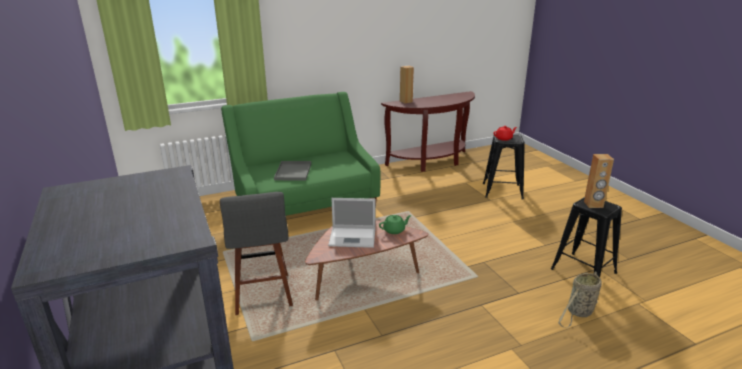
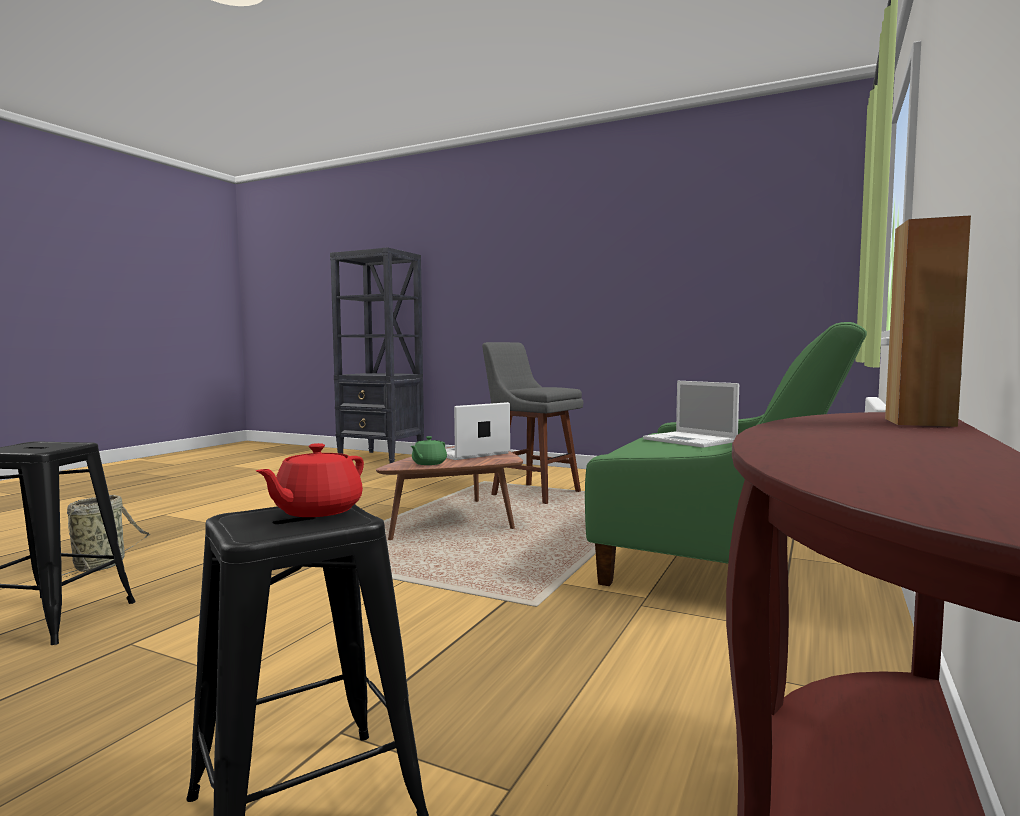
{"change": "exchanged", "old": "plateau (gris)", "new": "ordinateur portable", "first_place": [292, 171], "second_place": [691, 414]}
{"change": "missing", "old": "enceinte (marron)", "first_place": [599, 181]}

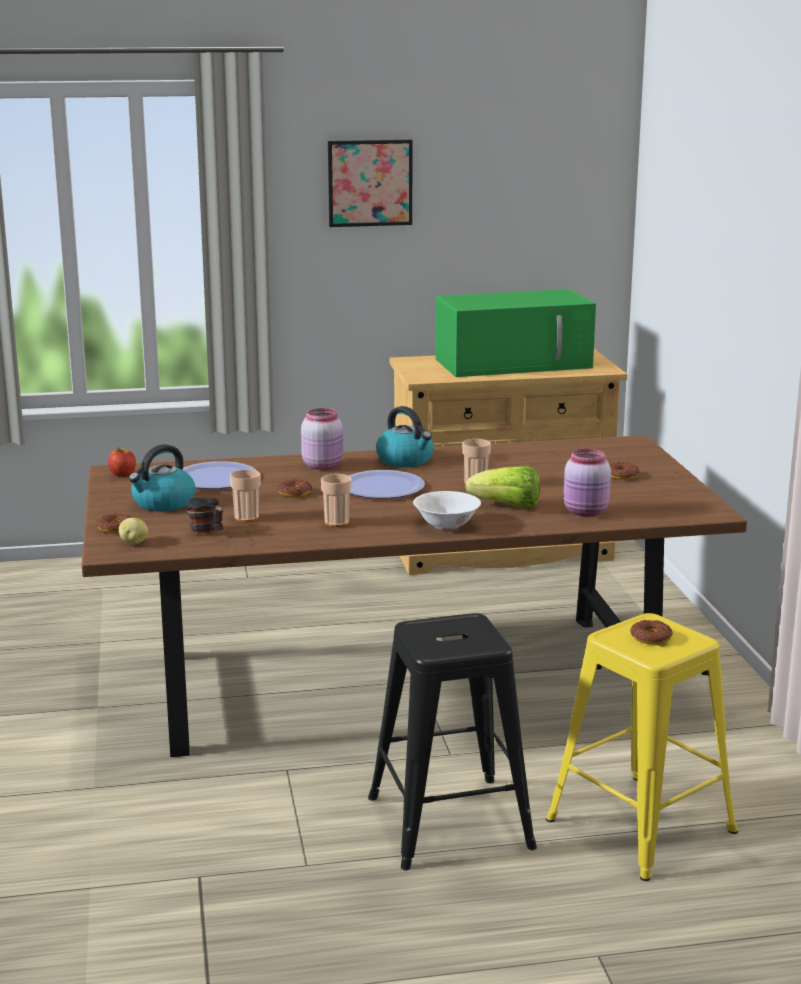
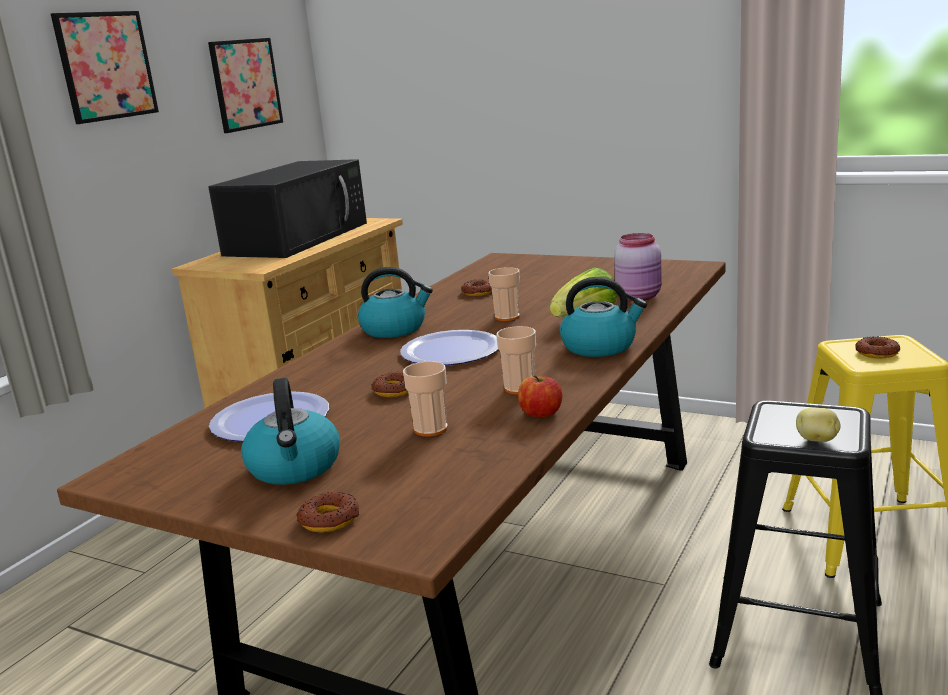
{"change": "relocated", "old": "pomme", "first_place": [122, 462], "second_place": [540, 396]}
{"change": "relocated", "old": "pomme de terre", "first_place": [133, 531], "second_place": [818, 425]}
{"change": "missing", "old": "mug", "first_place": [204, 516]}
{"change": "missing", "old": "bocal (rose)", "first_place": [322, 439]}
{"change": "exchanged", "old": "bol (blanc)", "new": "bouilloire", "first_place": [447, 510], "second_place": [603, 317]}
{"change": "colour", "old": "micro-ondes (vert)", "new": "micro-ondes (noir)", "first_place": [516, 333], "second_place": [287, 208]}
{"change": "relocated", "old": "beignet", "first_place": [624, 471], "second_place": [476, 287]}
{"change": "appeared", "new": "tableau", "second_place": [245, 85]}

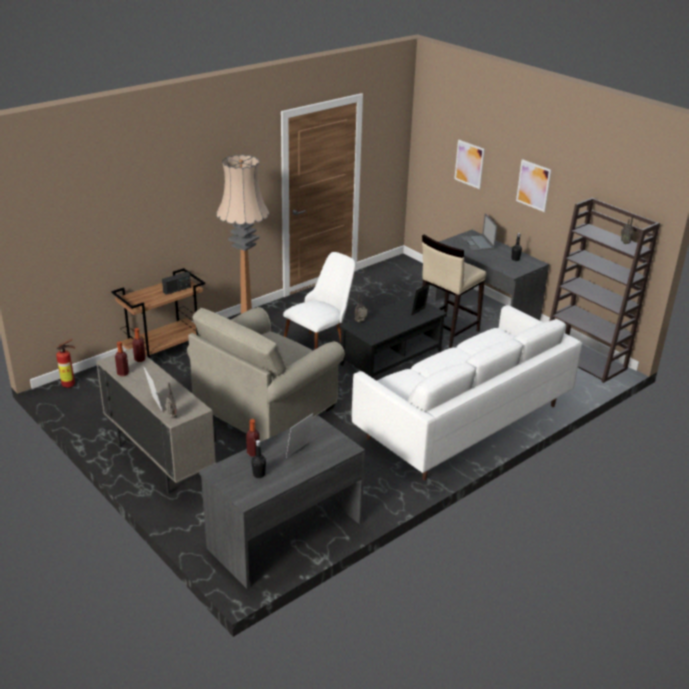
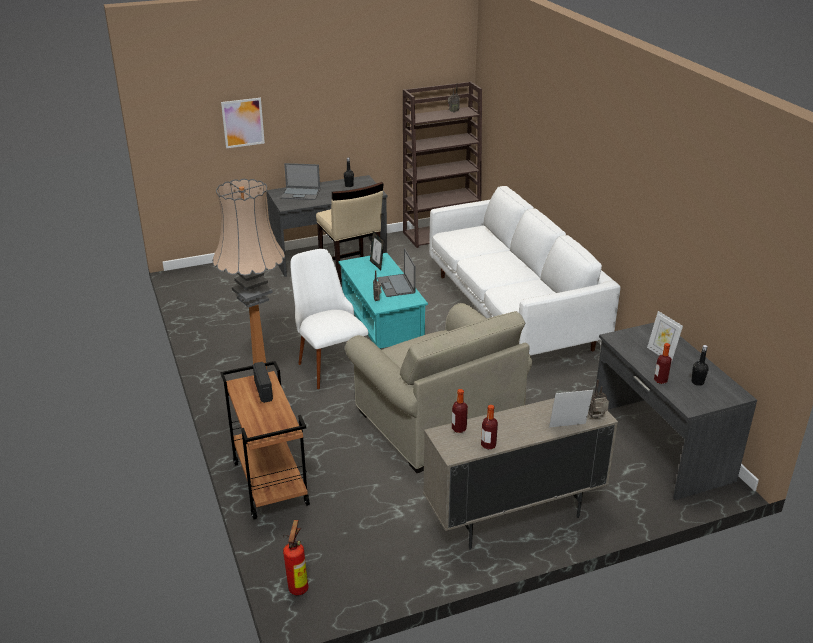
{"change": "colour", "old": "table basse (noir)", "new": "table basse (turquoise)", "first_place": [393, 336], "second_place": [383, 301]}
{"change": "missing", "old": "tableau", "first_place": [534, 185]}
{"change": "appeared", "new": "ordinateur portable", "second_place": [396, 272]}

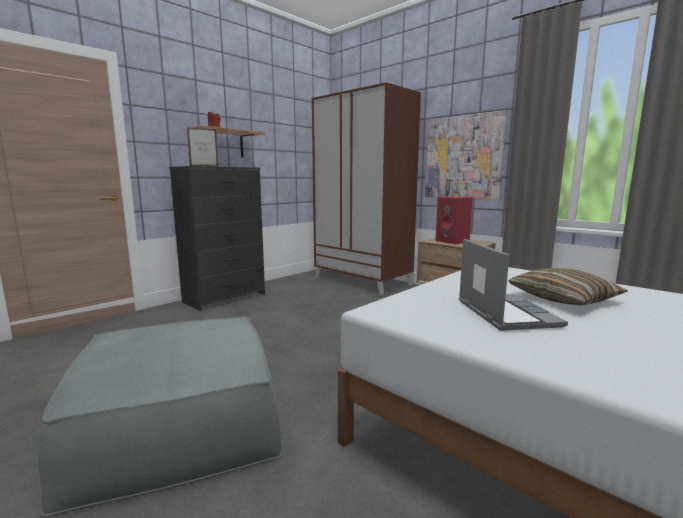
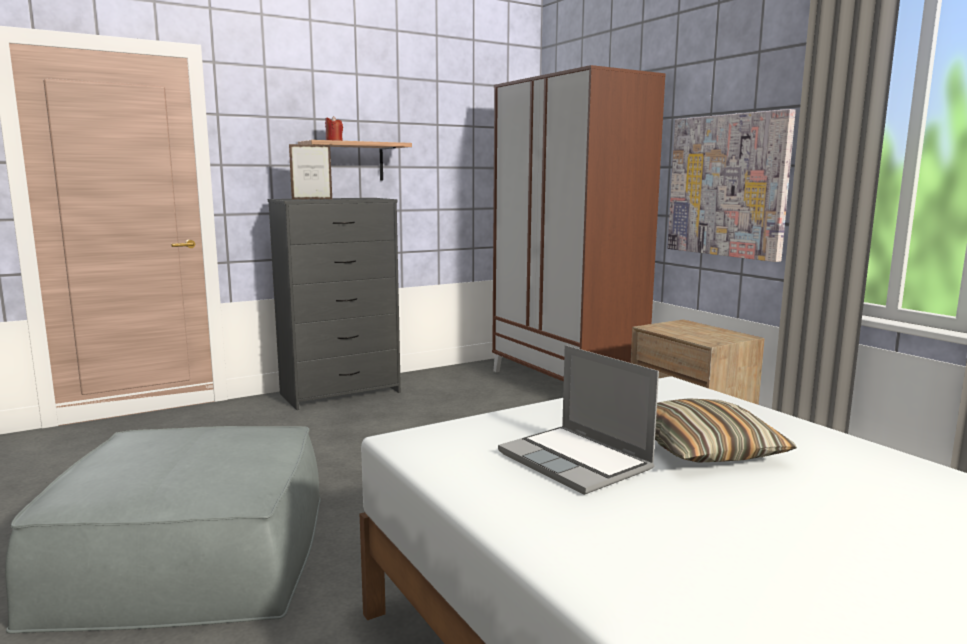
{"change": "missing", "old": "enceinte (rouge)", "first_place": [454, 220]}
{"change": "spun", "old": "ordinateur portable", "first_place": [513, 285], "second_place": [578, 420], "degrees": 135}

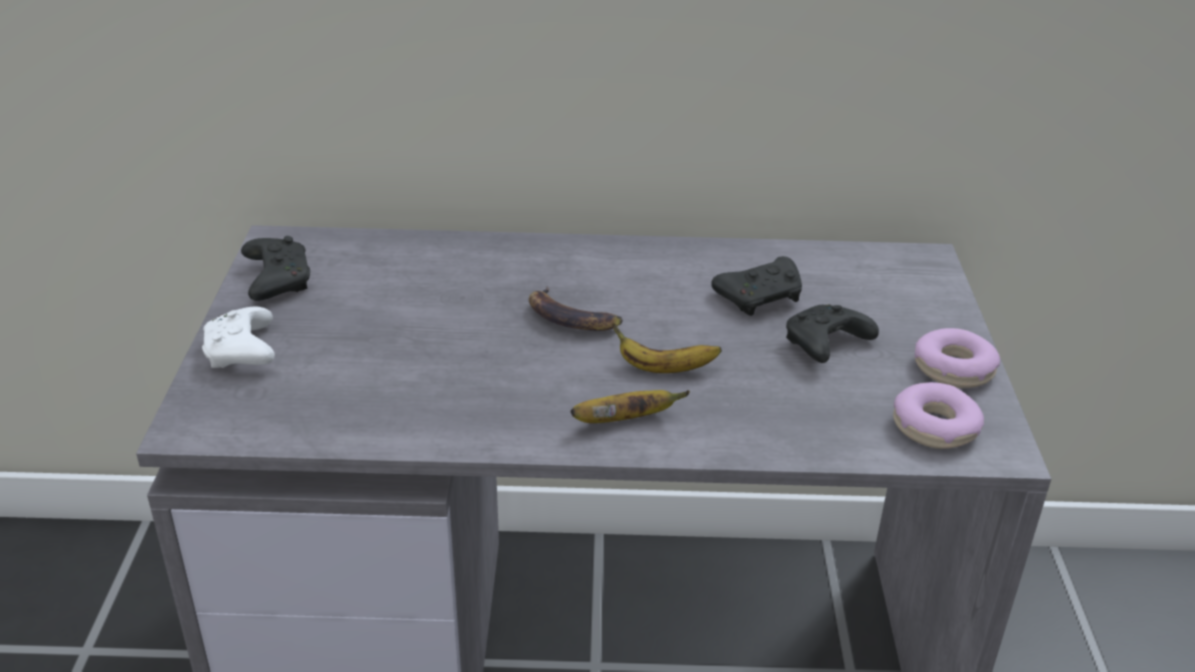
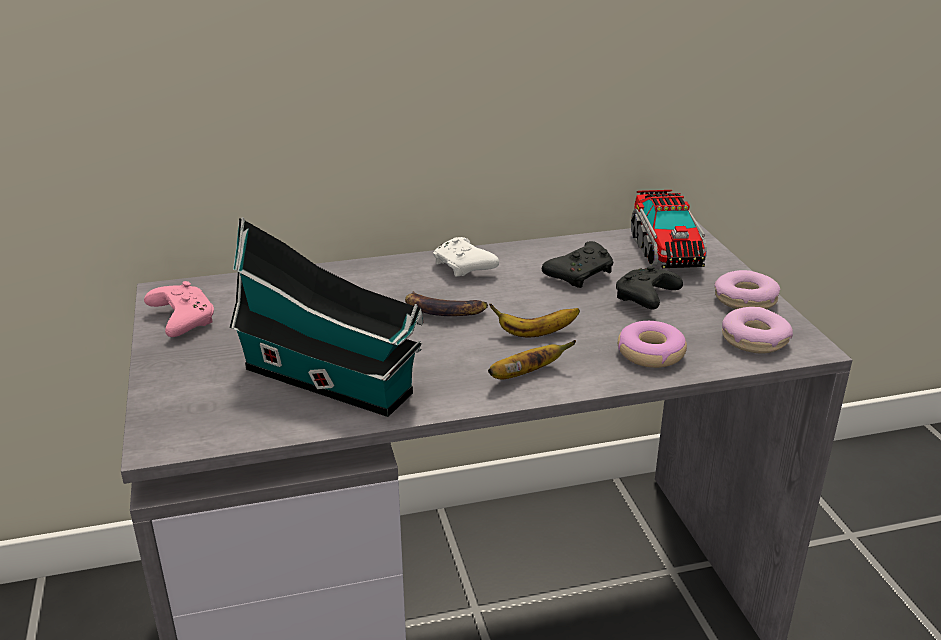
{"change": "relocated", "old": "manette (blanc)", "first_place": [238, 337], "second_place": [466, 257]}
{"change": "colour", "old": "manette (noir)", "new": "manette (rose)", "first_place": [275, 268], "second_place": [179, 309]}
{"change": "appeared", "new": "maison miniature", "second_place": [326, 317]}
{"change": "appeared", "new": "beignet", "second_place": [652, 344]}
{"change": "appeared", "new": "camion jouet", "second_place": [669, 229]}

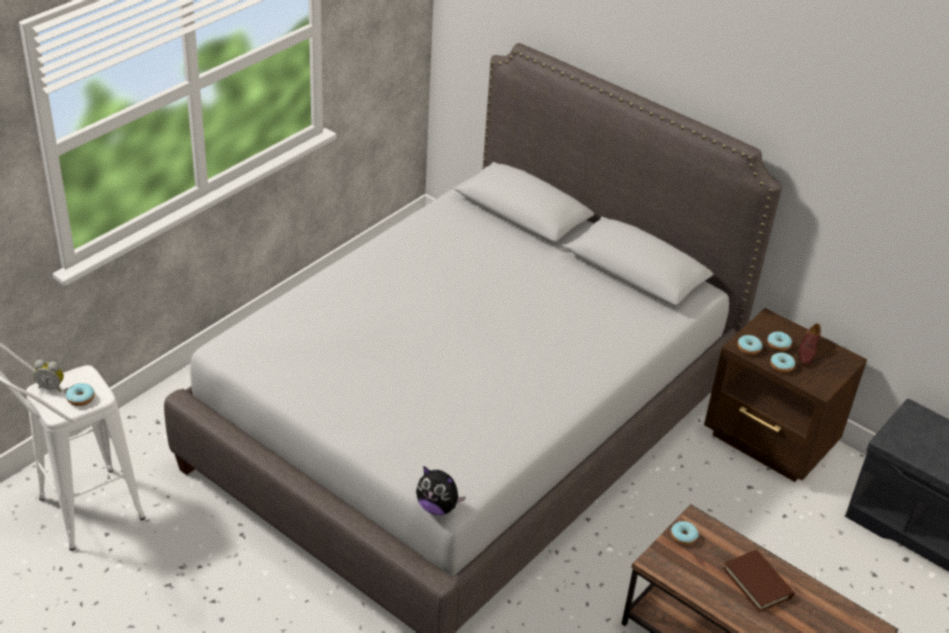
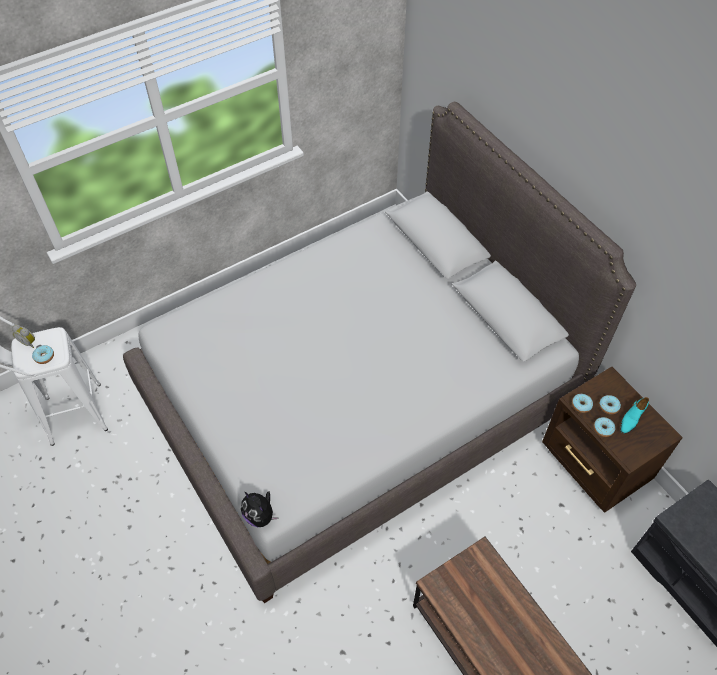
{"change": "missing", "old": "beignet", "first_place": [685, 533]}
{"change": "missing", "old": "livre (marron)", "first_place": [758, 580]}
{"change": "colour", "old": "chaussure (marron)", "new": "chaussure (turquoise)", "first_place": [809, 344], "second_place": [634, 415]}

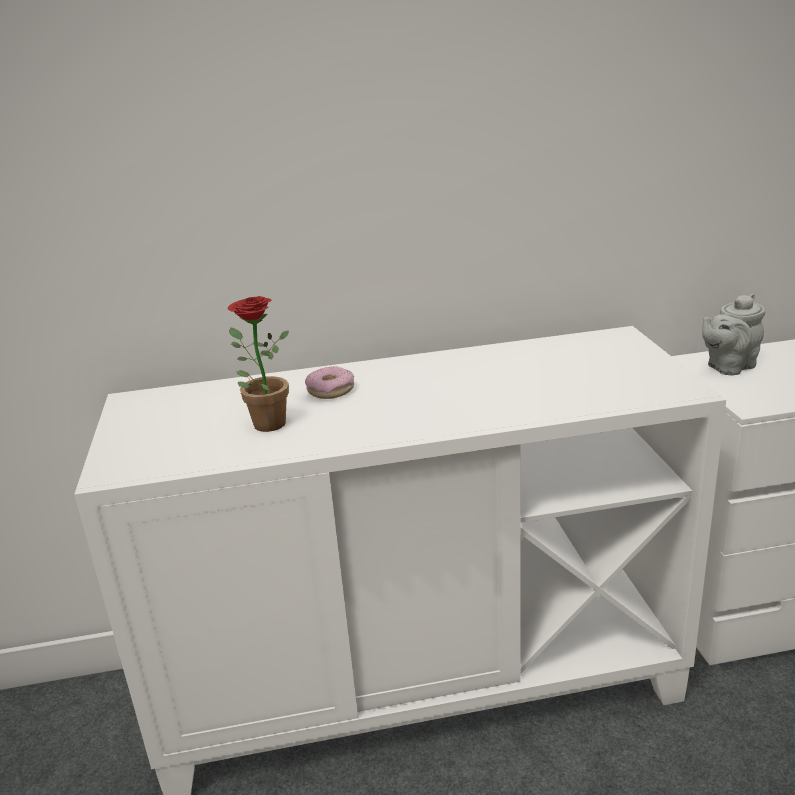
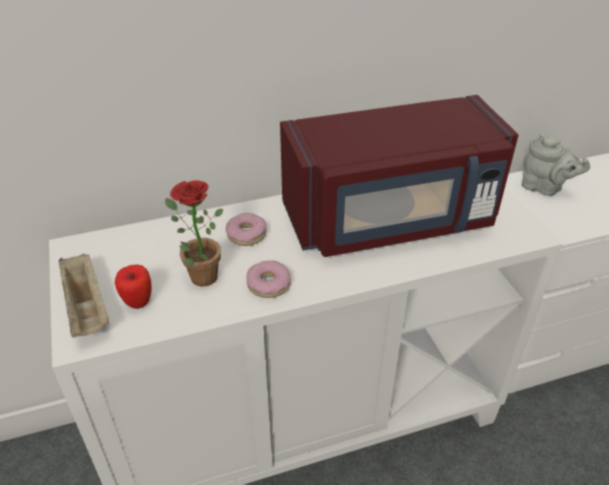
{"change": "spun", "old": "théière (gris)", "first_place": [733, 334], "second_place": [556, 165], "degrees": -105}
{"change": "appeared", "new": "plateau (beige)", "second_place": [84, 295]}
{"change": "appeared", "new": "pomme", "second_place": [133, 287]}
{"change": "appeared", "new": "beignet", "second_place": [268, 279]}
{"change": "appeared", "new": "micro-ondes (rouge)", "second_place": [399, 176]}

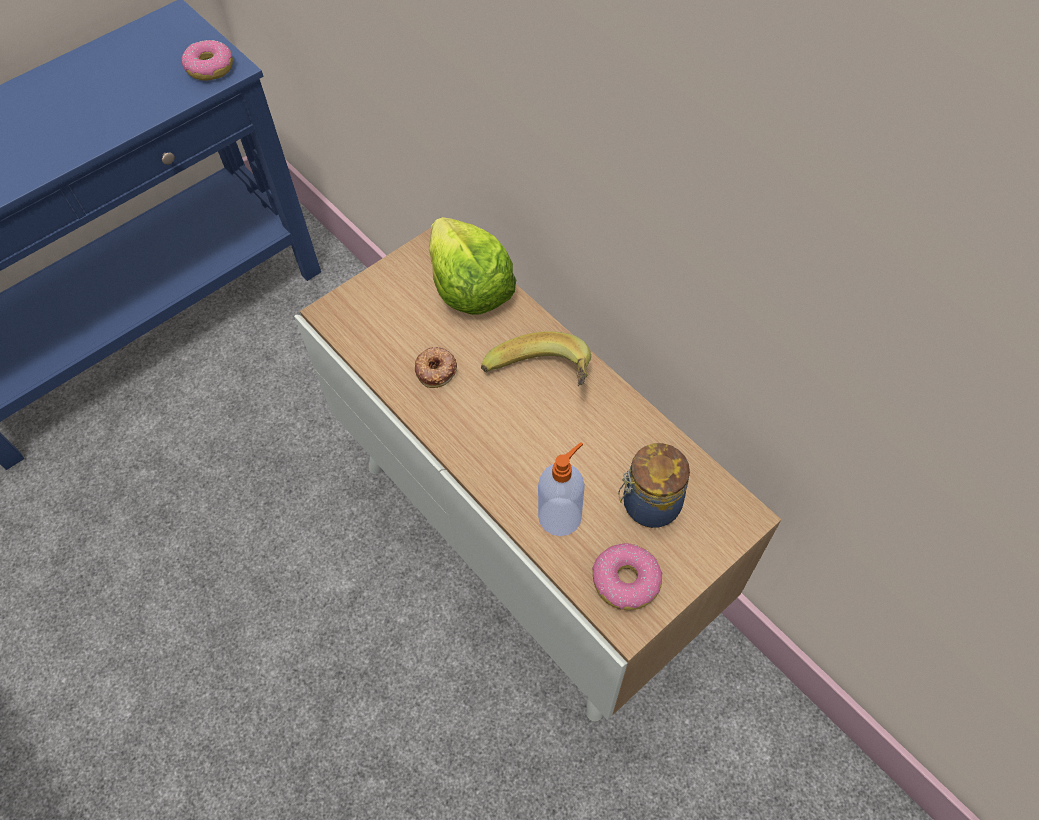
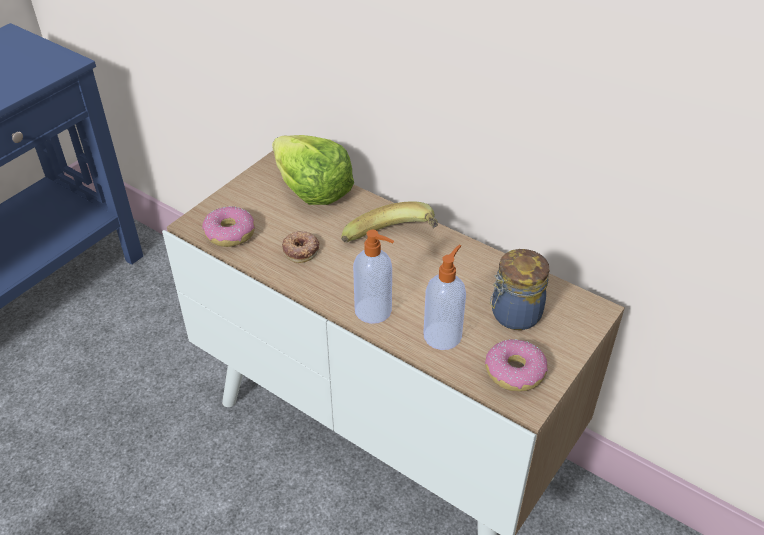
{"change": "relocated", "old": "beignet", "first_place": [207, 60], "second_place": [228, 226]}
{"change": "appeared", "new": "distributeur de savon", "second_place": [373, 277]}

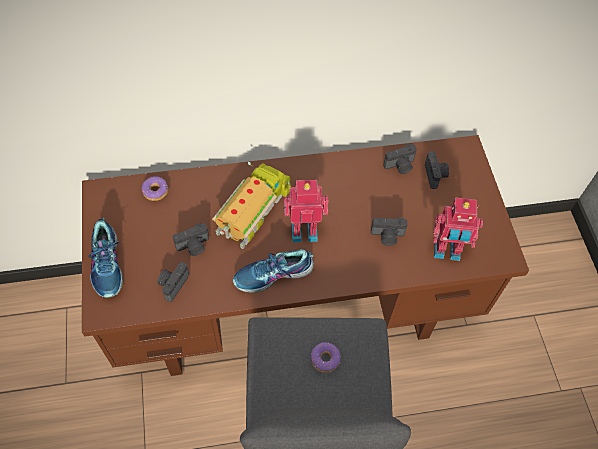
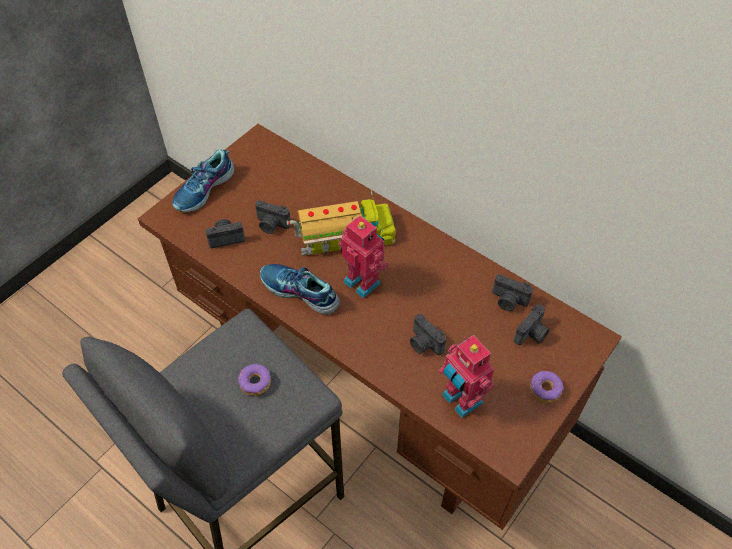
{"change": "relocated", "old": "beignet", "first_place": [154, 188], "second_place": [546, 387]}

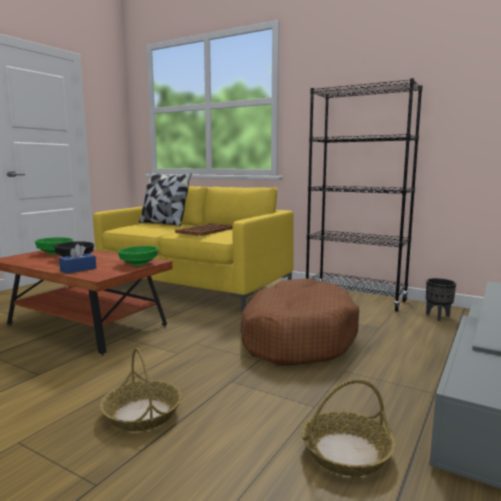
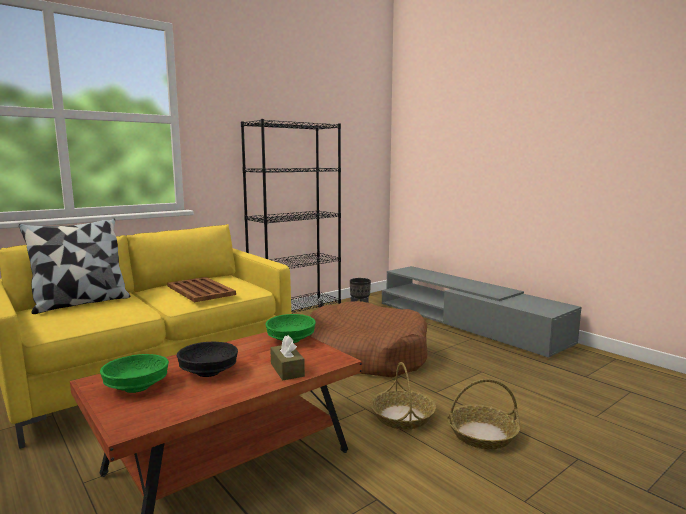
{"change": "colour", "old": "boîte à mouchoirs (bleu)", "new": "boîte à mouchoirs (marron)", "first_place": [77, 259], "second_place": [287, 357]}
{"change": "relocated", "old": "panier", "first_place": [348, 427], "second_place": [403, 396]}

